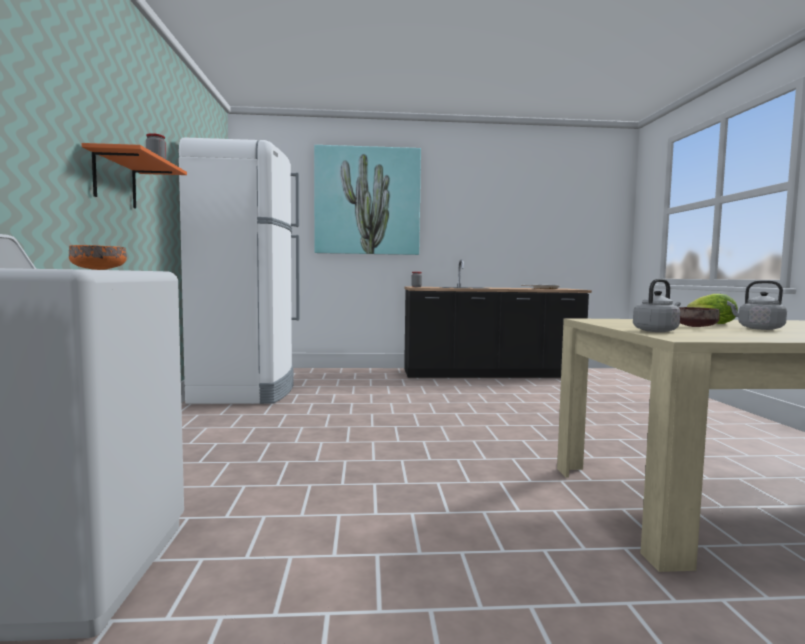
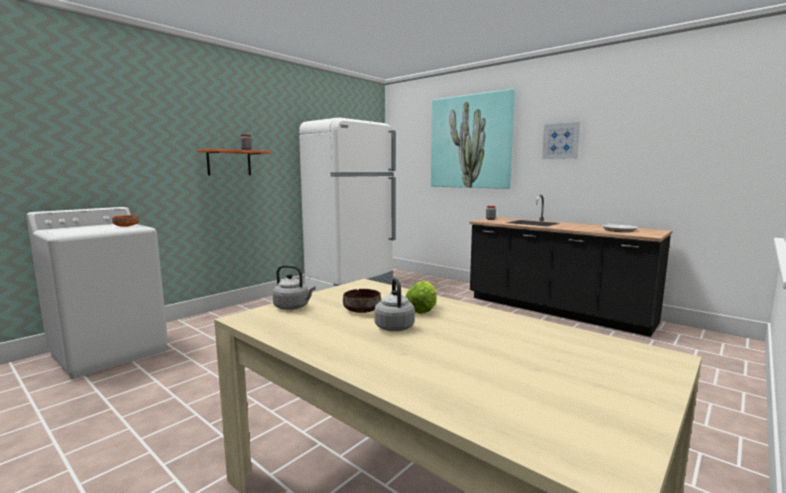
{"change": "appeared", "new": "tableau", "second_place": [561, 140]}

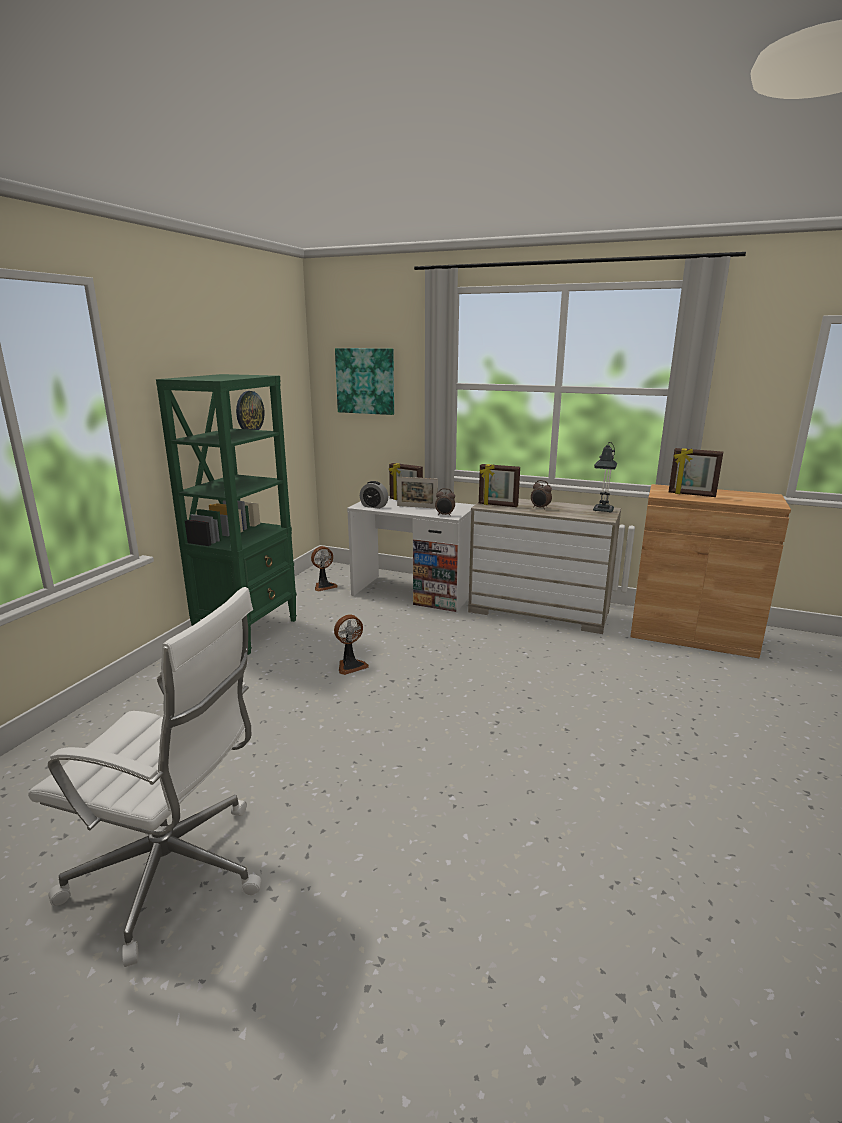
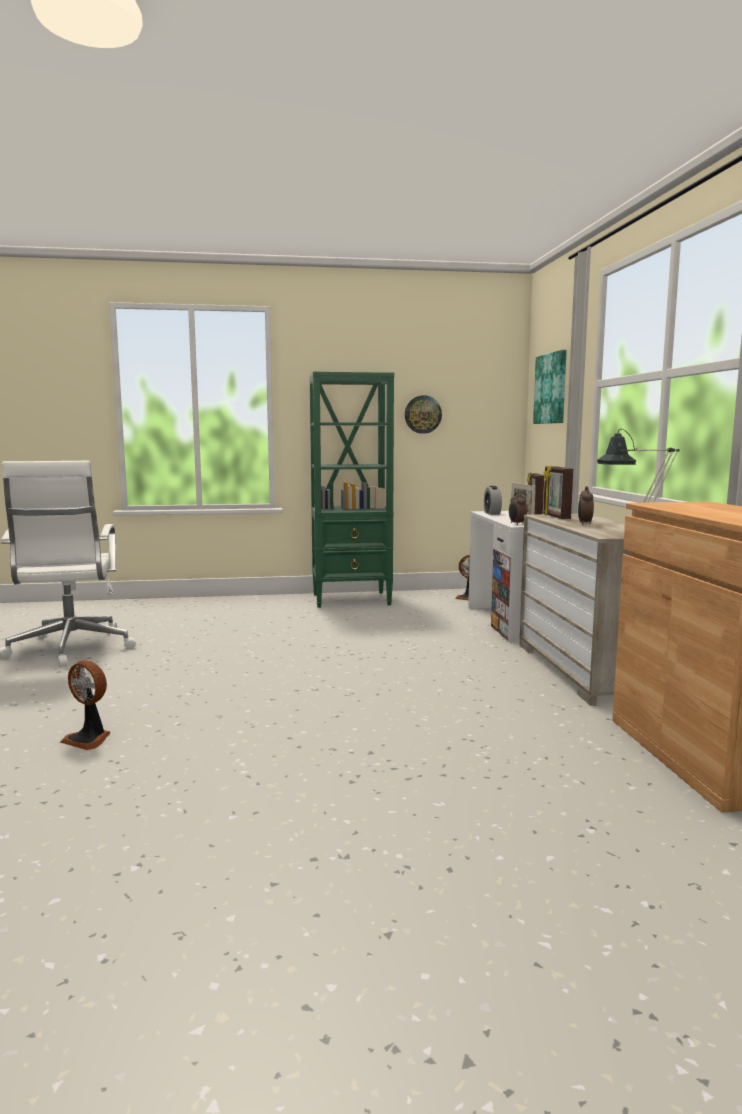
{"change": "relocated", "old": "ventilateur", "first_place": [351, 645], "second_place": [85, 705]}
{"change": "missing", "old": "cadre photo", "first_place": [696, 472]}

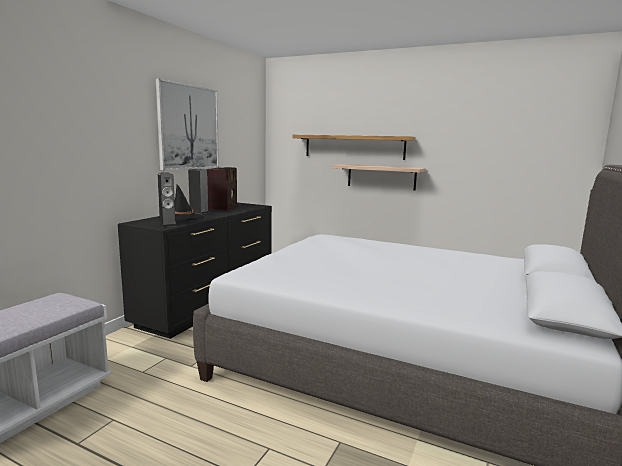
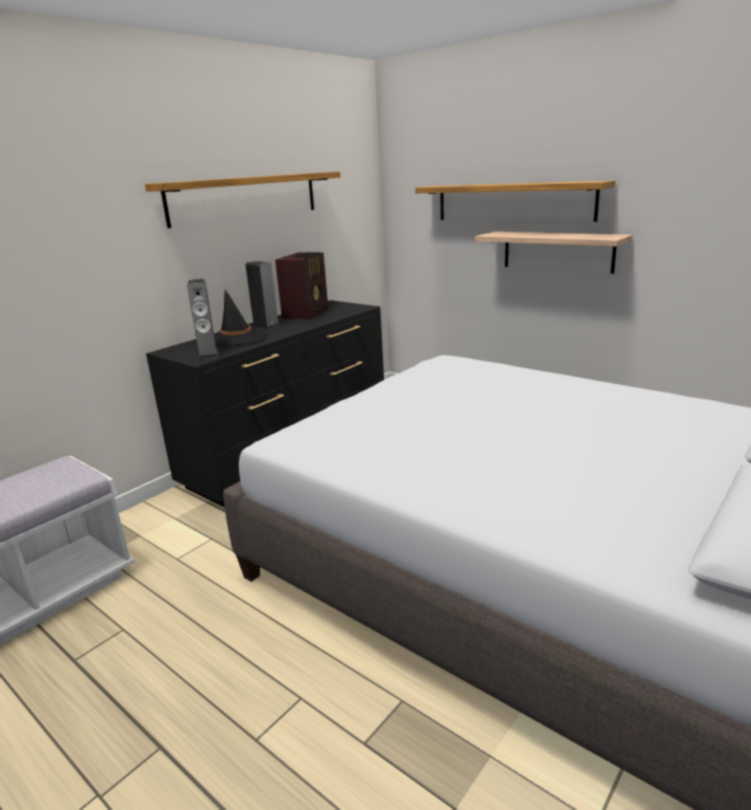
{"change": "exchanged", "old": "tableau", "new": "étagère", "first_place": [187, 124], "second_place": [242, 199]}

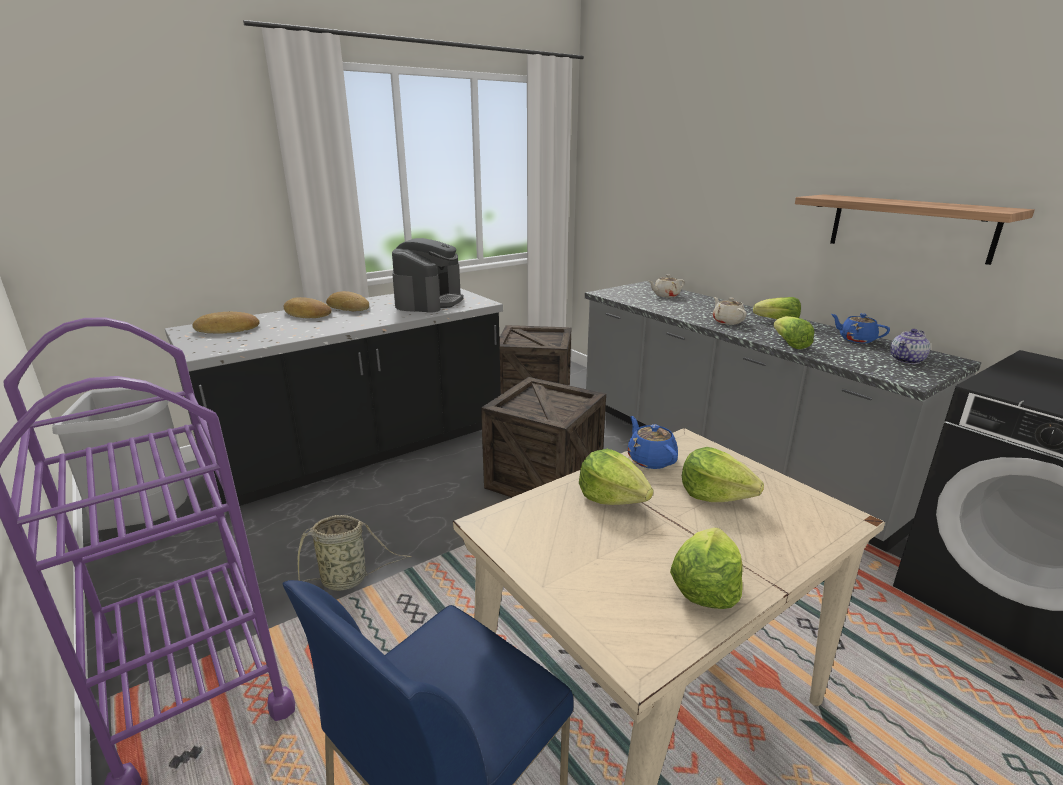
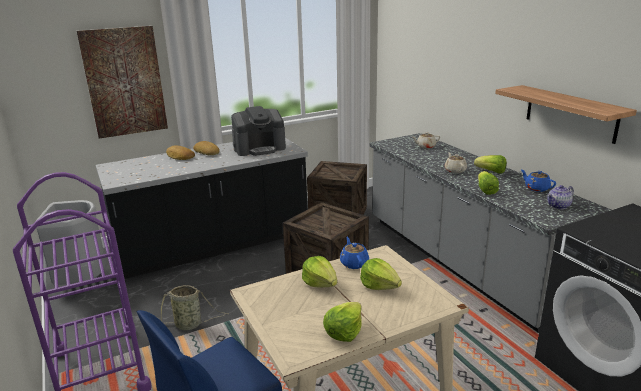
{"change": "missing", "old": "pain", "first_place": [226, 323]}
{"change": "spun", "old": "machine à café", "first_place": [427, 275], "second_place": [258, 131], "degrees": 45}
{"change": "appeared", "new": "tableau", "second_place": [122, 82]}

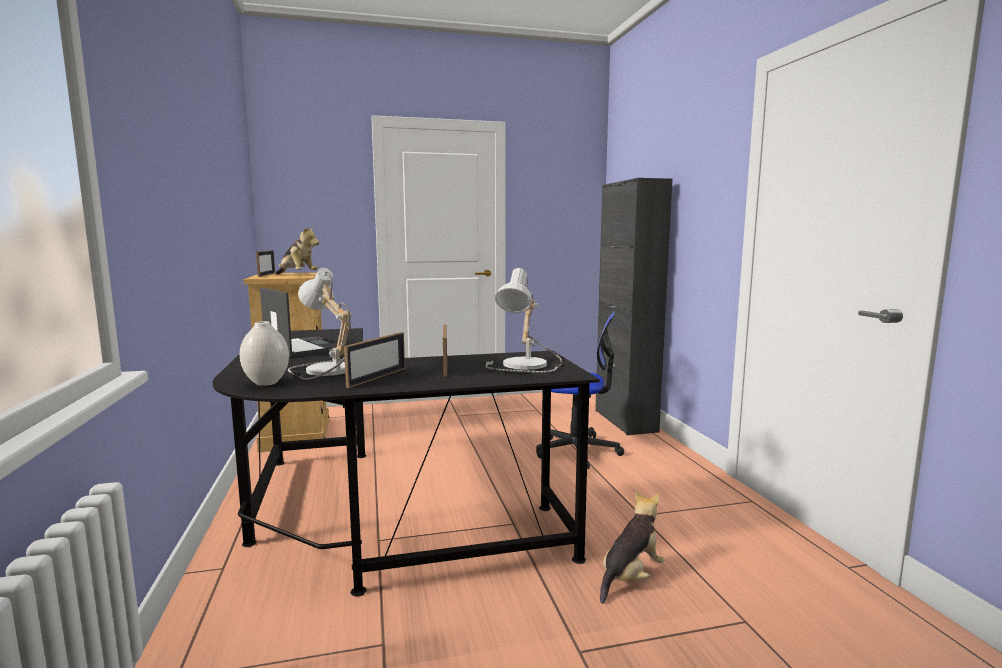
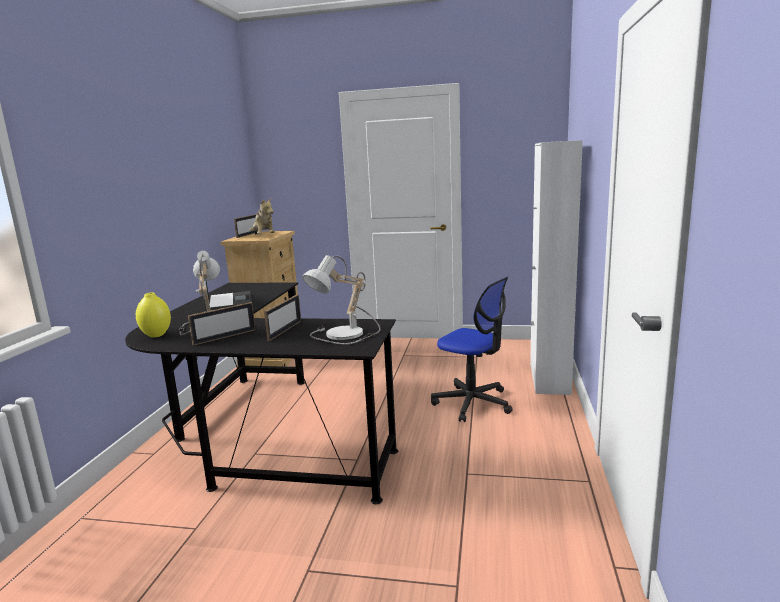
{"change": "colour", "old": "vase (blanc)", "new": "vase (jaune)", "first_place": [264, 353], "second_place": [153, 314]}
{"change": "colour", "old": "meuble de rangement (noir)", "new": "meuble de rangement (blanc)", "first_place": [634, 306], "second_place": [556, 267]}
{"change": "missing", "old": "peluche", "first_place": [632, 547]}

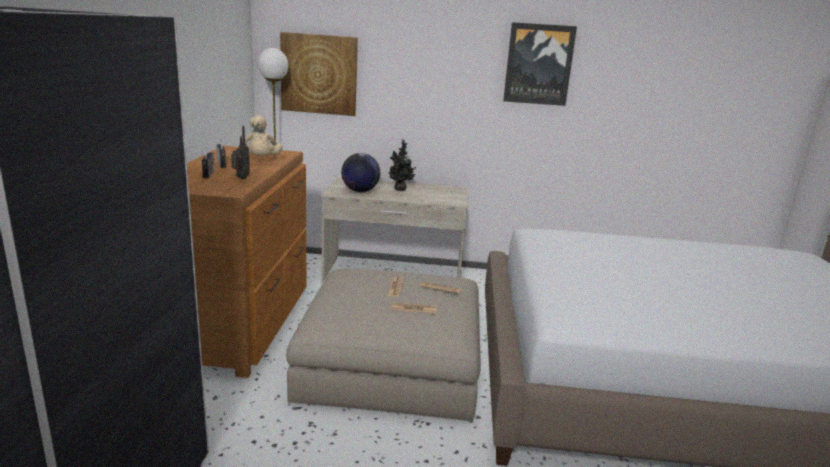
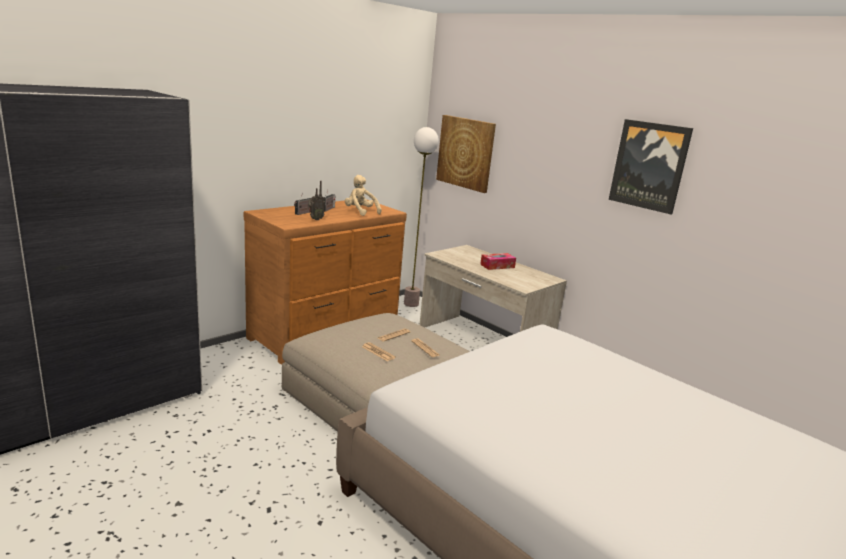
{"change": "spun", "old": "peluche (beige)", "first_place": [262, 135], "second_place": [363, 195], "degrees": 105}
{"change": "missing", "old": "globe", "first_place": [360, 172]}
{"change": "exchanged", "old": "plante en pot", "new": "boîte à mouchoirs", "first_place": [402, 165], "second_place": [498, 261]}

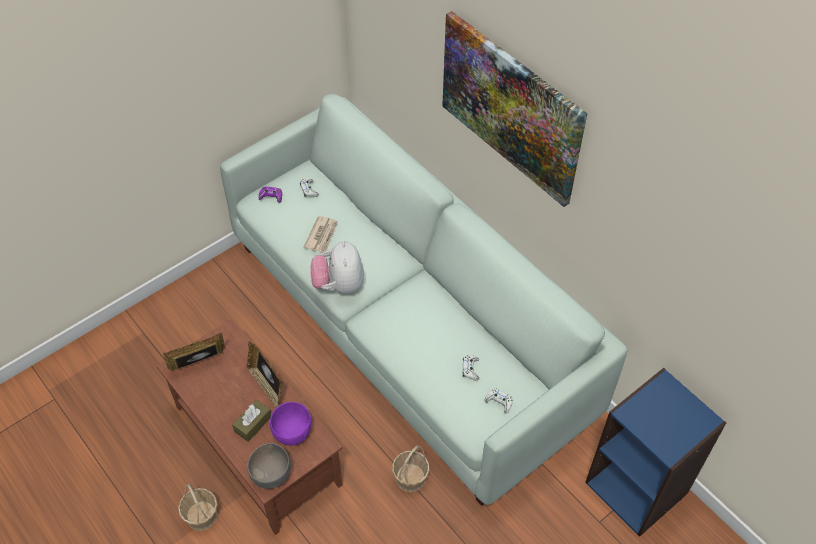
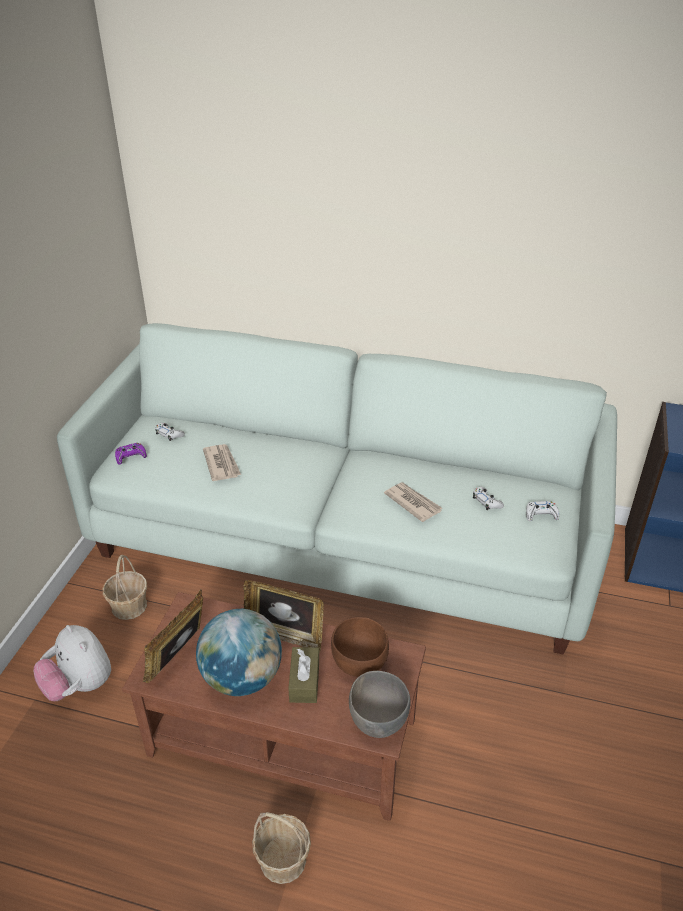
{"change": "colour", "old": "bol (violet)", "new": "bol (marron)", "first_place": [290, 424], "second_place": [360, 647]}
{"change": "relocated", "old": "peluche", "first_place": [337, 267], "second_place": [72, 663]}
{"change": "relocated", "old": "panier", "first_place": [410, 468], "second_place": [125, 587]}
{"change": "missing", "old": "tableau", "first_place": [515, 109]}
{"change": "appeared", "new": "globe", "second_place": [239, 652]}
{"change": "appeared", "new": "journal", "second_place": [413, 502]}

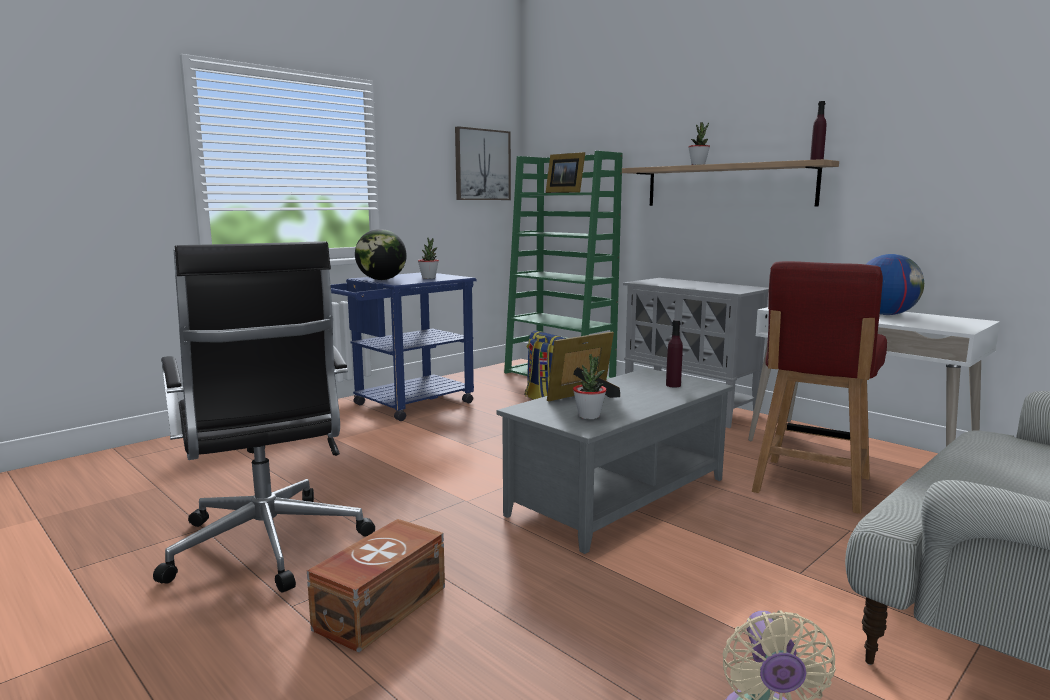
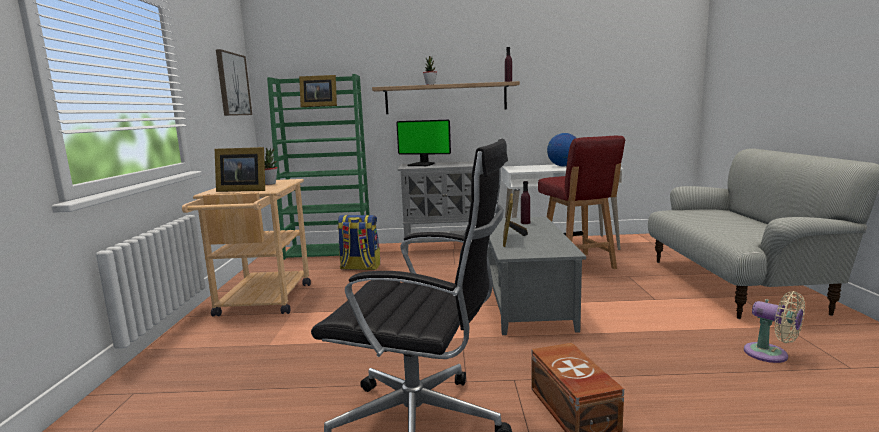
{"change": "colour", "old": "chariot (bleu)", "new": "chariot (beige)", "first_place": [403, 346], "second_place": [246, 247]}
{"change": "exchanged", "old": "globe", "new": "cadre photo", "first_place": [381, 254], "second_place": [240, 169]}
{"change": "missing", "old": "plante en pot", "first_place": [589, 386]}
{"change": "appeared", "new": "écran d'ordinateur", "second_place": [423, 143]}

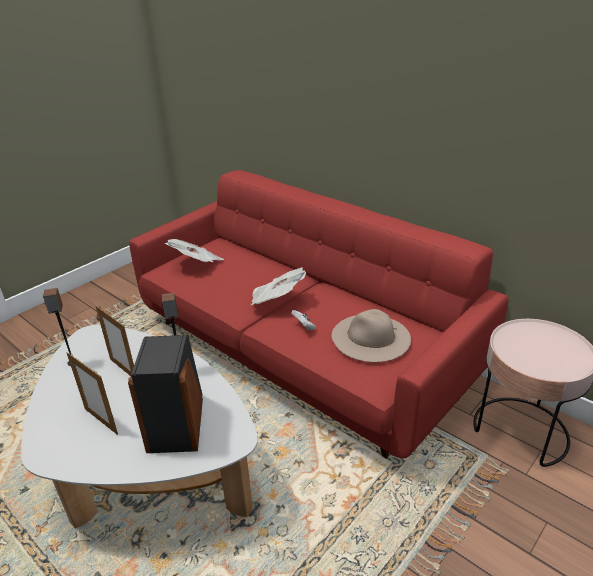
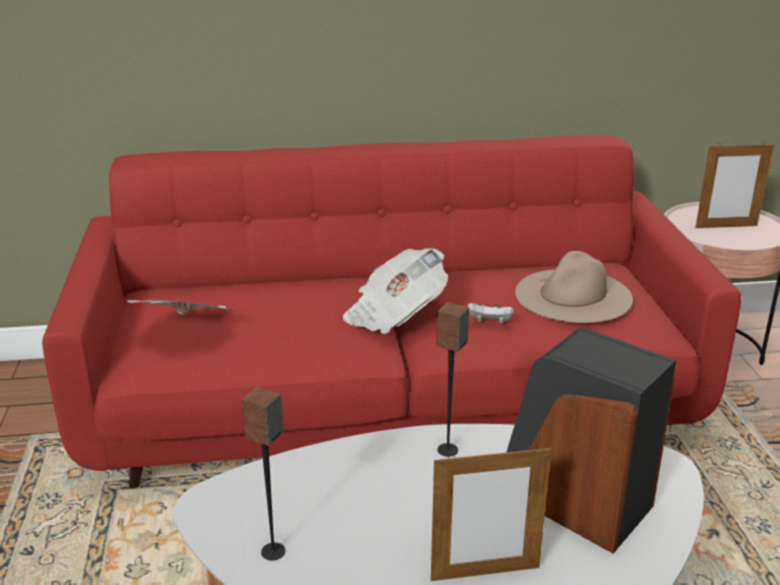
{"change": "relocated", "old": "cadre photo", "first_place": [115, 341], "second_place": [734, 184]}

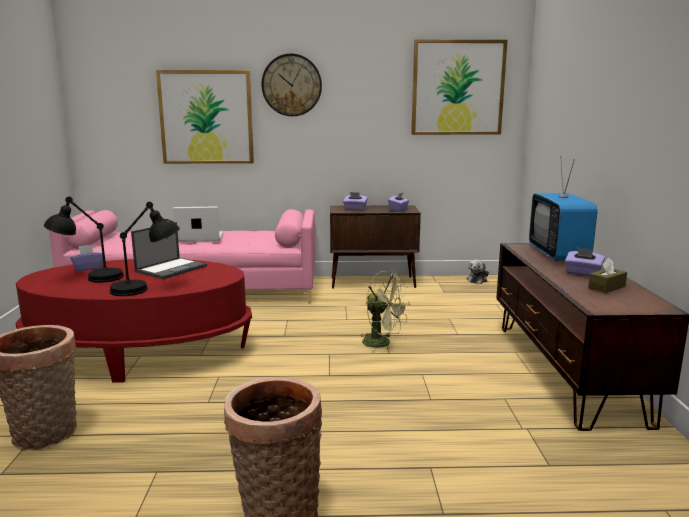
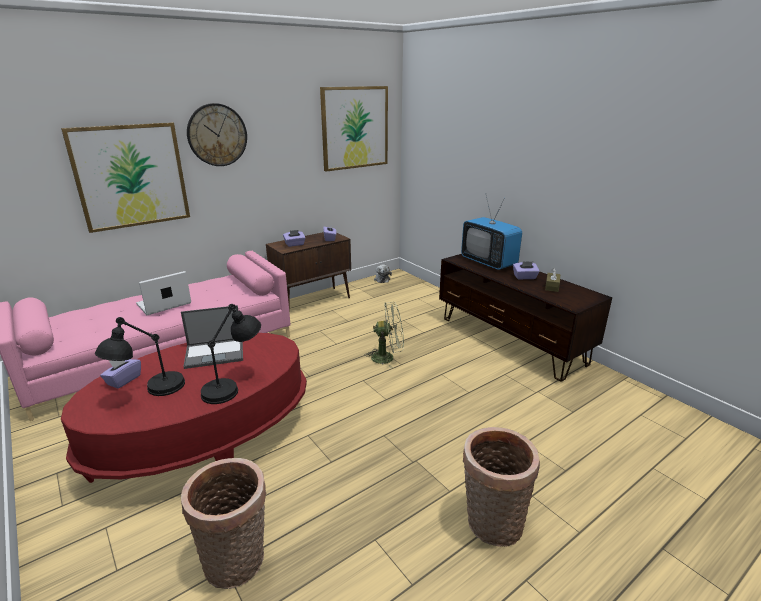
{"change": "spun", "old": "ordinateur portable", "first_place": [169, 250], "second_place": [212, 337], "degrees": 75}

